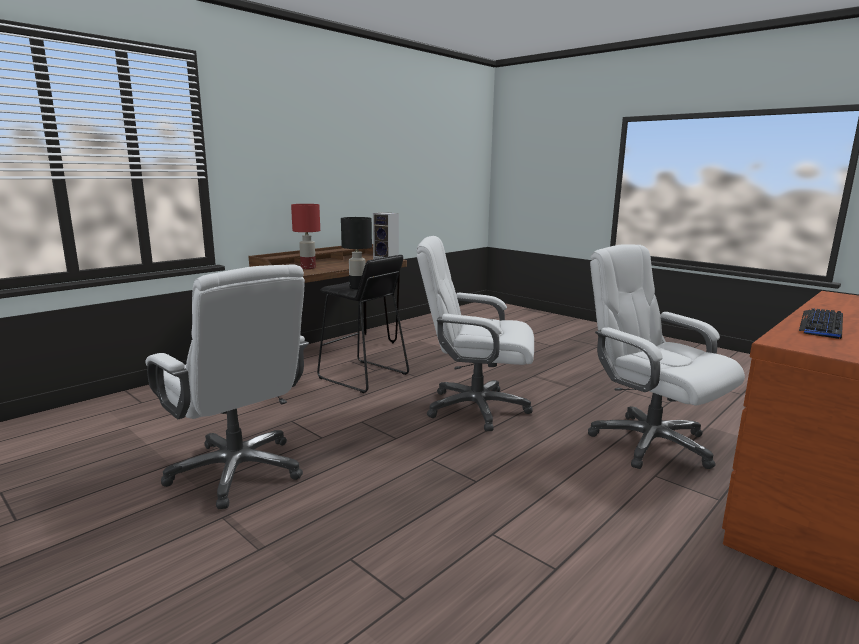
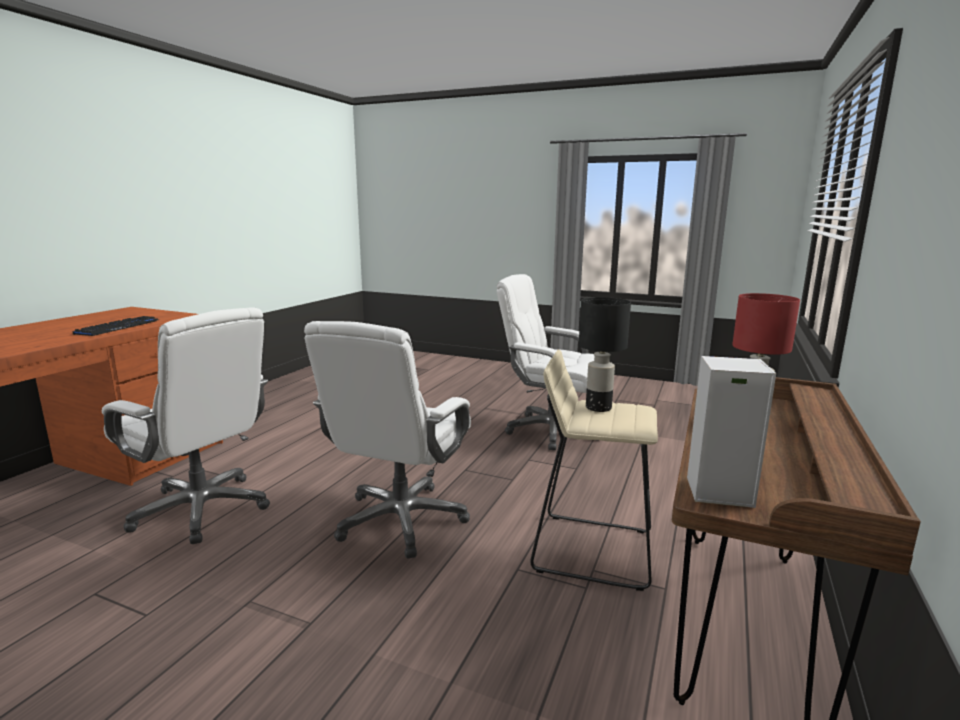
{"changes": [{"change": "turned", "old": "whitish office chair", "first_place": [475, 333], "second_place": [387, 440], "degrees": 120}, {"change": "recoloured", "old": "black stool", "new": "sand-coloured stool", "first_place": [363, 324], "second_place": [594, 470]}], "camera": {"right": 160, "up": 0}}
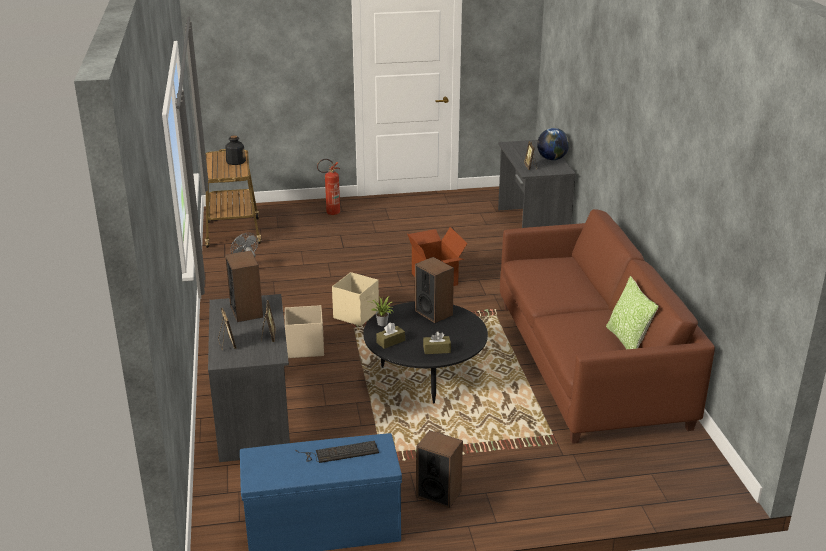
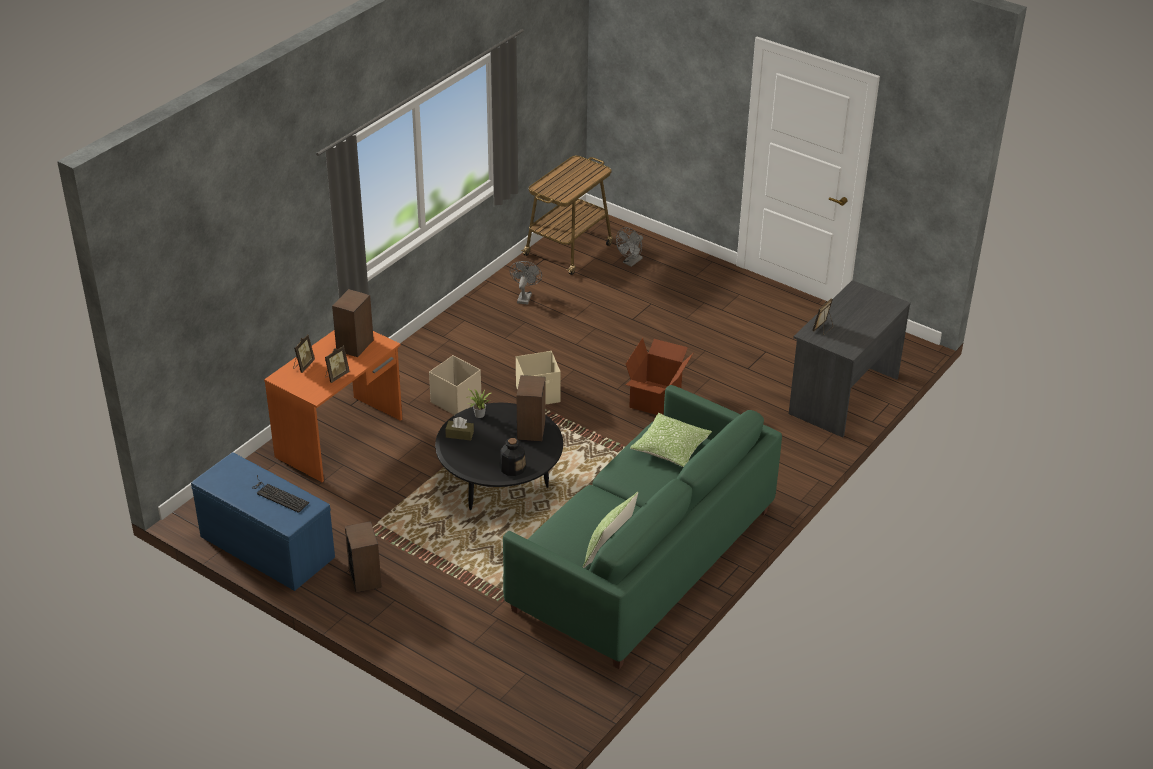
{"changes": [{"change": "removed", "old": "globe", "first_place": [553, 144]}, {"change": "moved", "old": "drink bottle", "first_place": [235, 150], "second_place": [513, 457]}, {"change": "removed", "old": "fire extinguisher", "first_place": [328, 187]}, {"change": "recoloured", "old": "brownish sofa", "new": "greenish sofa", "first_place": [607, 326], "second_place": [642, 527]}, {"change": "recoloured", "old": "grey desk table", "new": "orange-coloured desk table", "first_place": [249, 378], "second_place": [333, 406]}, {"change": "removed", "old": "brownish box of tissues", "first_place": [437, 342]}, {"change": "added", "new": "grey cooling fan", "second_place": [629, 247]}, {"change": "added", "new": "throw pillow", "second_place": [671, 440]}], "camera": {"right": 45, "up": 10}}
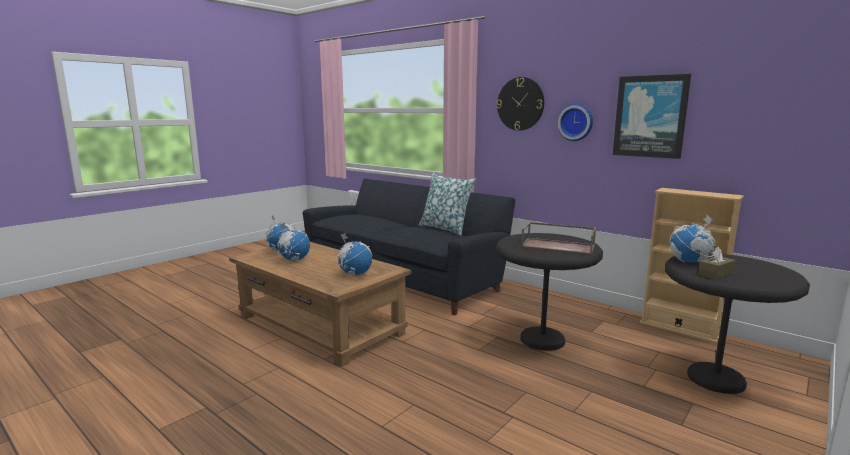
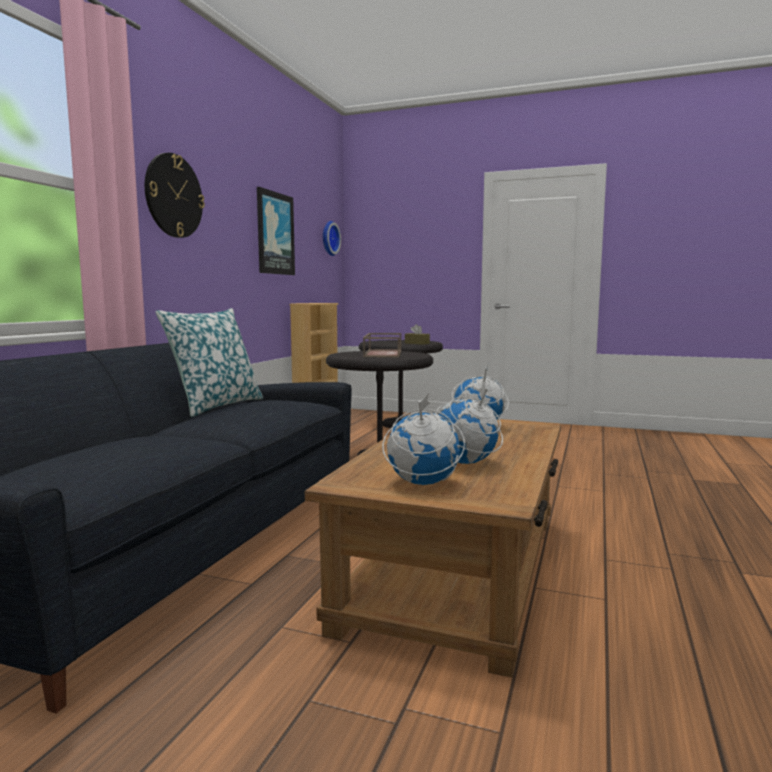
{"changes": [{"change": "moved", "old": "hanging clock", "first_place": [575, 122], "second_place": [332, 238]}, {"change": "removed", "old": "globe", "first_place": [693, 239]}], "camera": {"right": -110, "up": -5}}
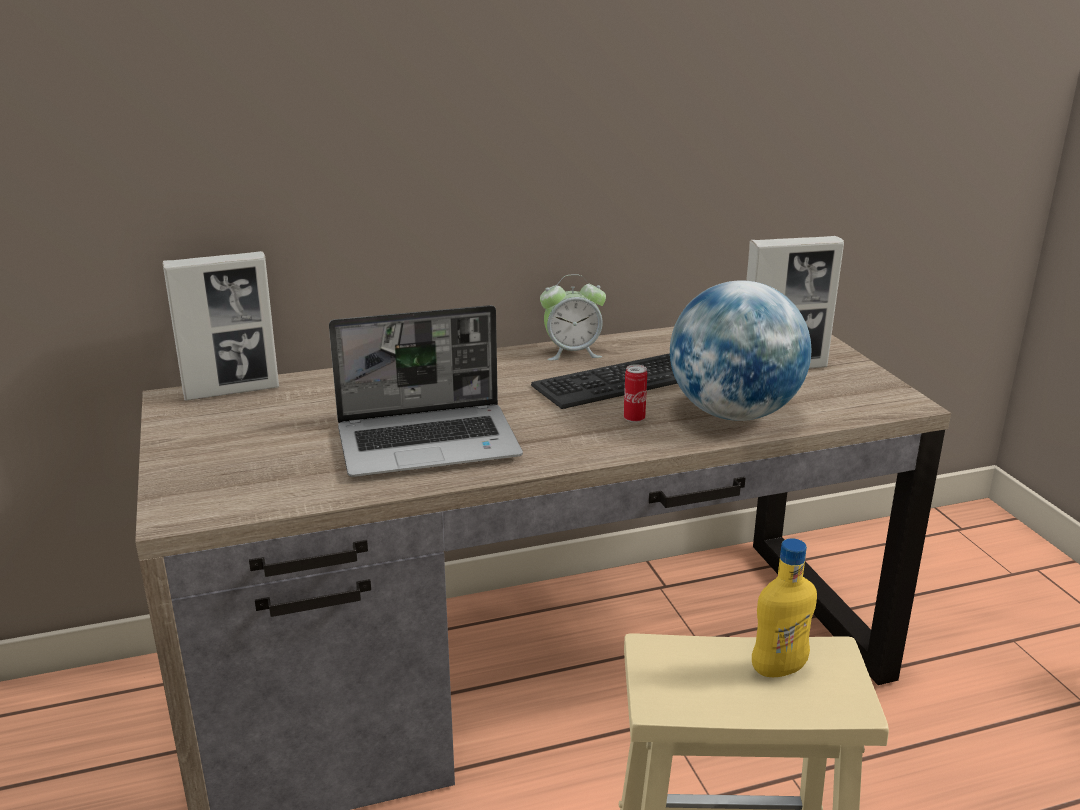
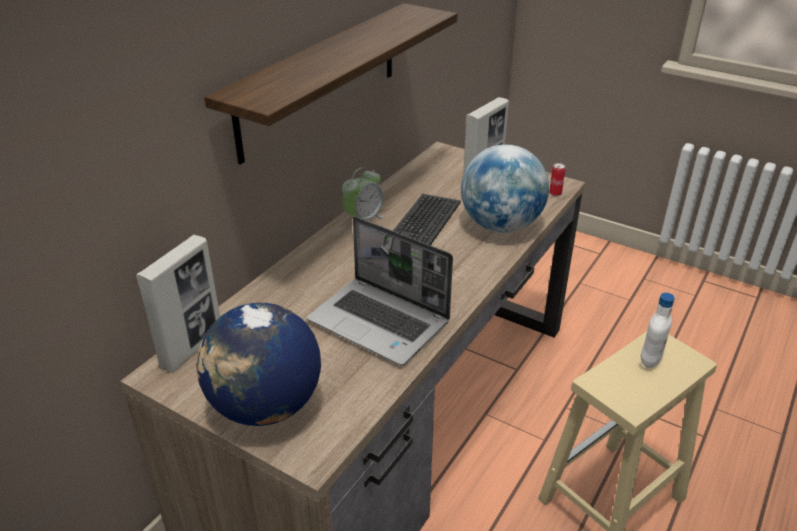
{"changes": [{"change": "turned", "old": "portable computer", "first_place": [426, 391], "second_place": [380, 290], "degrees": 90}, {"change": "moved", "old": "can", "first_place": [635, 393], "second_place": [557, 179]}, {"change": "recoloured", "old": "yellowish drink bottle", "new": "whitish drink bottle", "first_place": [784, 607], "second_place": [658, 330]}, {"change": "added", "new": "wall shelf", "second_place": [331, 84]}, {"change": "added", "new": "globe", "second_place": [259, 364]}], "camera": {"right": -40, "up": 10}}
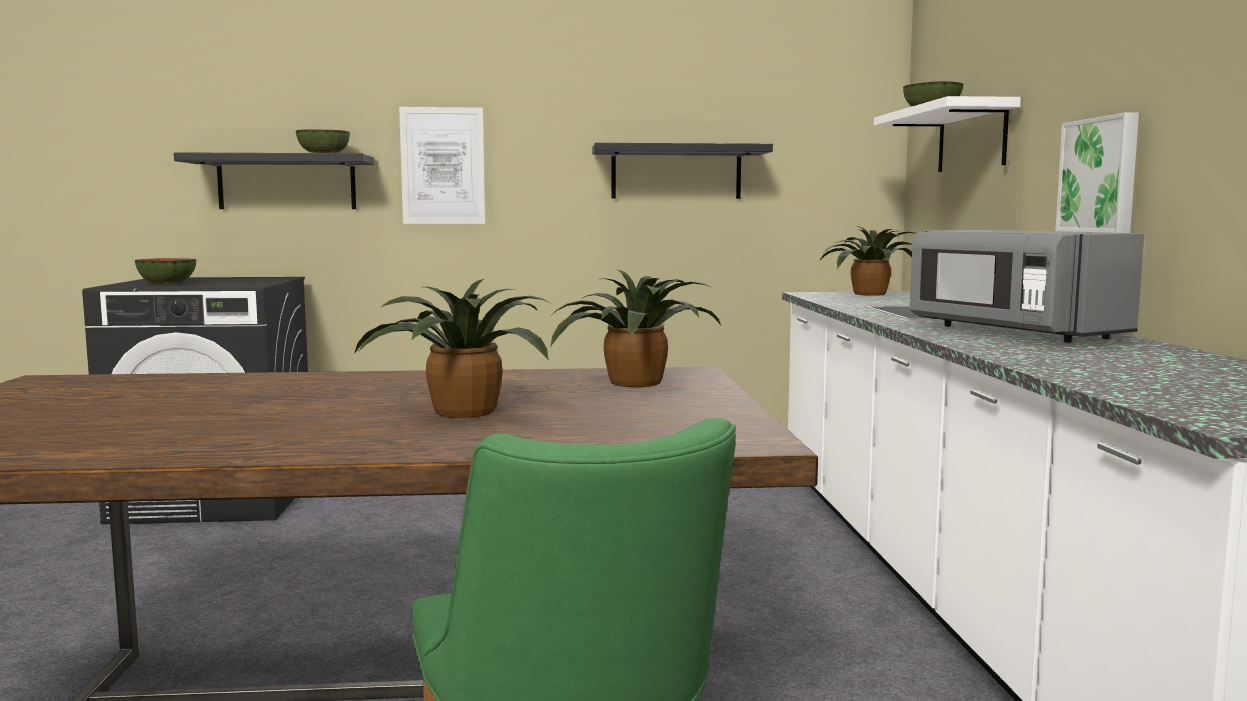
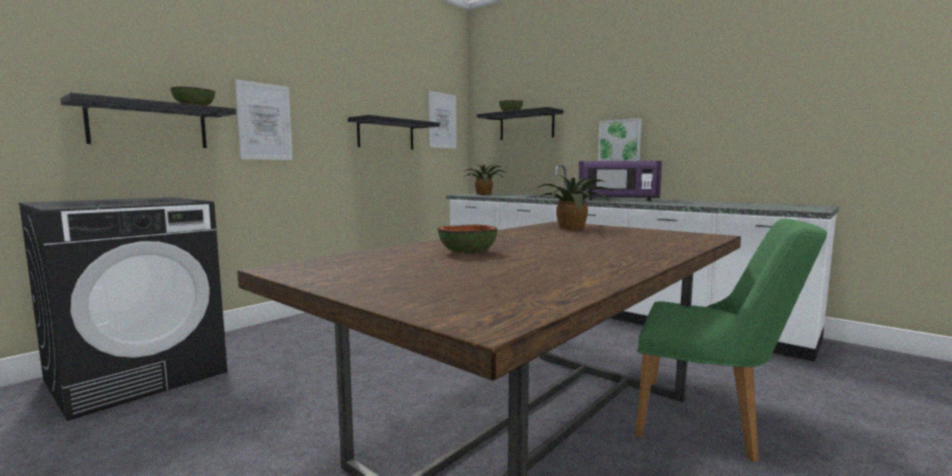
{"changes": [{"change": "recoloured", "old": "whitish wall shelf", "new": "black wall shelf", "first_place": [947, 134], "second_place": [520, 123]}, {"change": "recoloured", "old": "grey microwave oven", "new": "purple microwave oven", "first_place": [1027, 286], "second_place": [620, 181]}, {"change": "moved", "old": "serving bowl", "first_place": [165, 271], "second_place": [468, 239]}, {"change": "removed", "old": "potted plant", "first_place": [453, 348]}, {"change": "added", "new": "wall picture", "second_place": [442, 120]}], "camera": {"right": -45, "up": 0}}
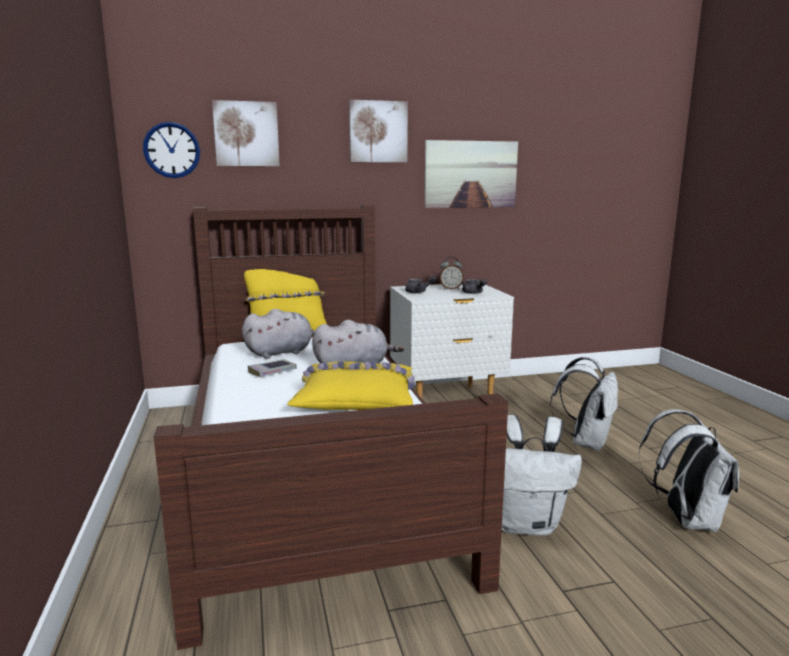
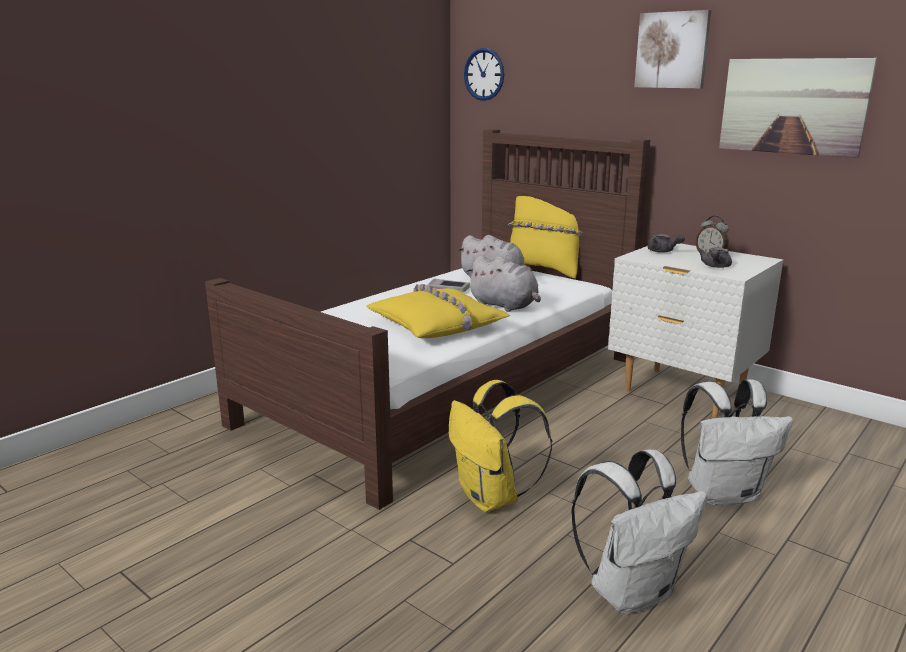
{"changes": [{"change": "removed", "old": "wall picture", "first_place": [246, 133]}, {"change": "recoloured", "old": "whitish backpack", "new": "yellowish backpack", "first_place": [542, 475], "second_place": [500, 446]}], "camera": {"right": 55, "up": 5}}
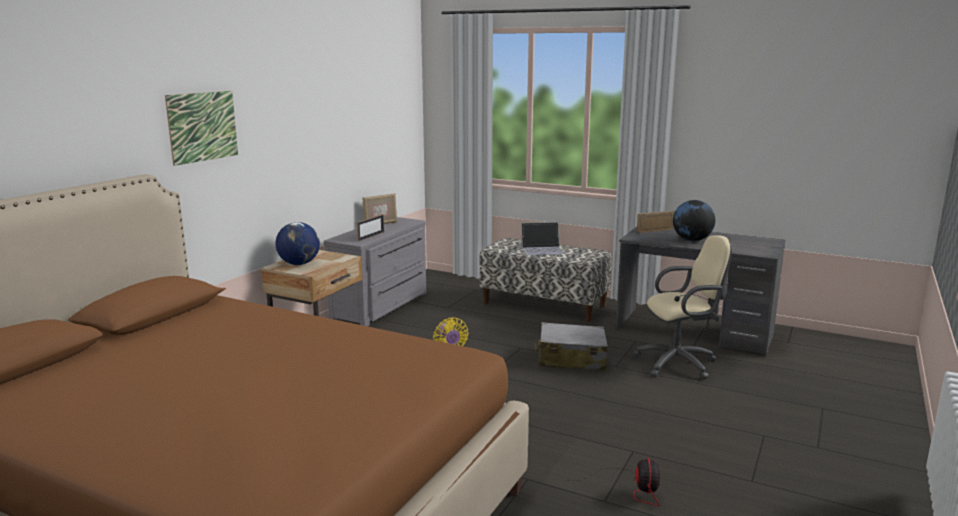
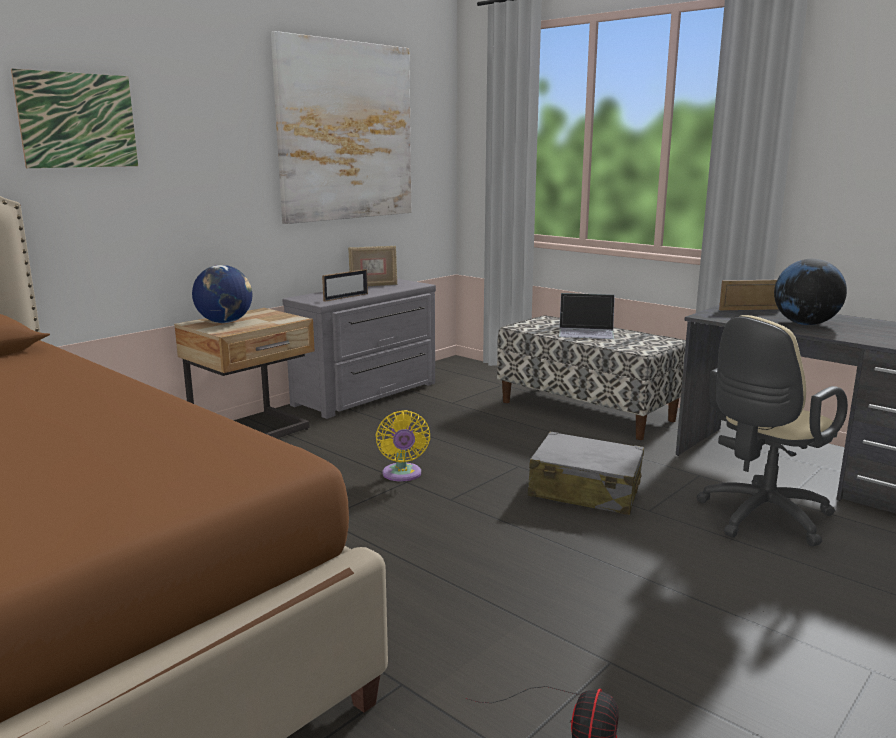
{"changes": [{"change": "turned", "old": "sand-coloured office chair", "first_place": [682, 307], "second_place": [772, 430], "degrees": 135}, {"change": "added", "new": "wall picture", "second_place": [341, 127]}], "camera": {"right": 15, "up": 0}}
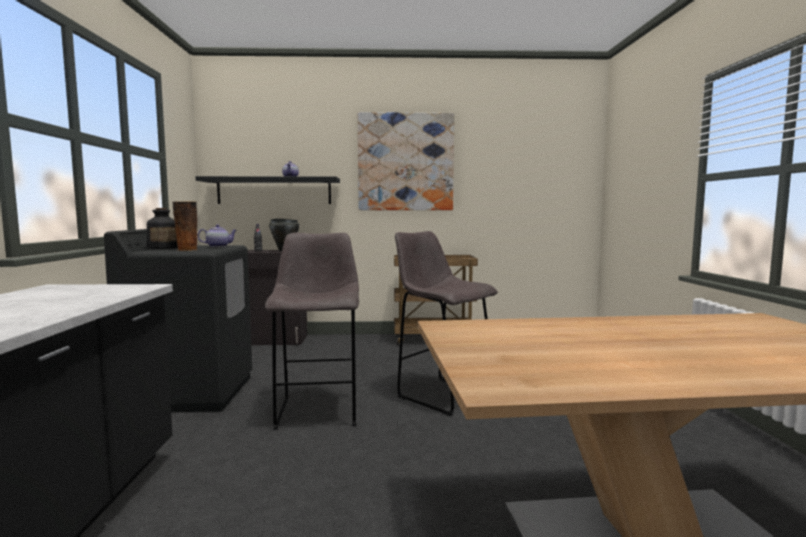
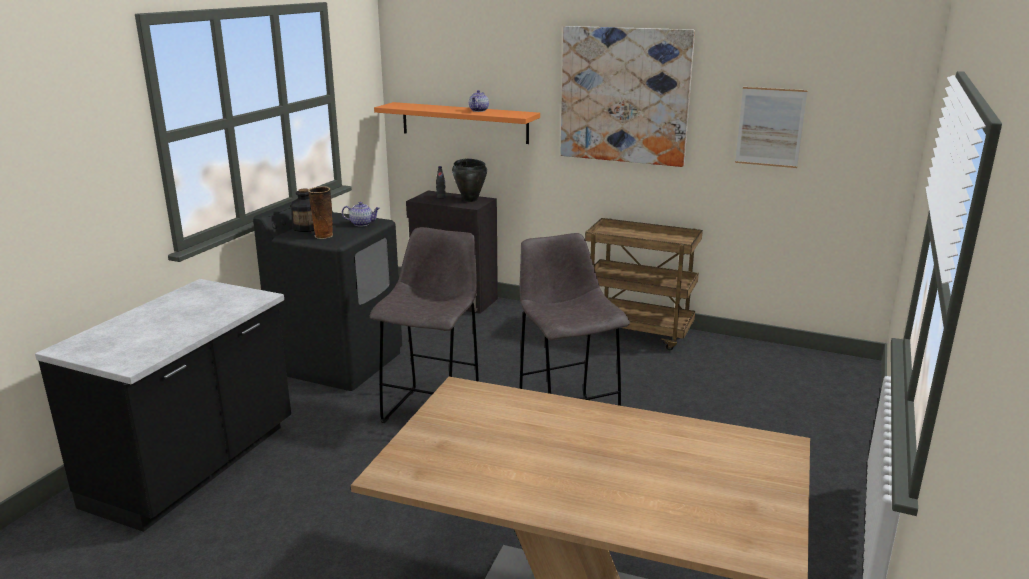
{"changes": [{"change": "recoloured", "old": "black wall shelf", "new": "orange-coloured wall shelf", "first_place": [268, 190], "second_place": [457, 123]}, {"change": "added", "new": "wall picture", "second_place": [771, 127]}], "camera": {"right": 25, "up": 15}}
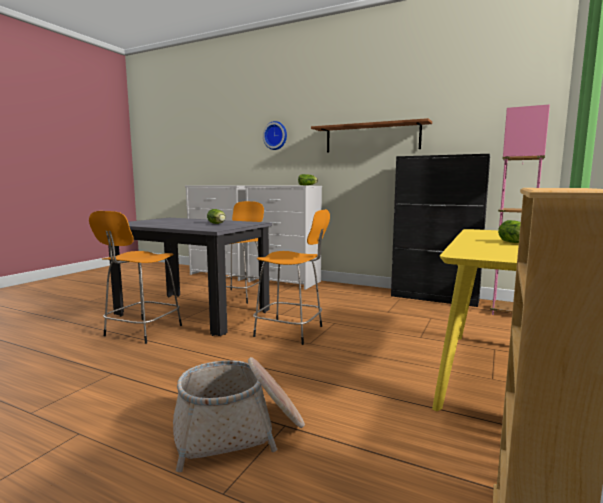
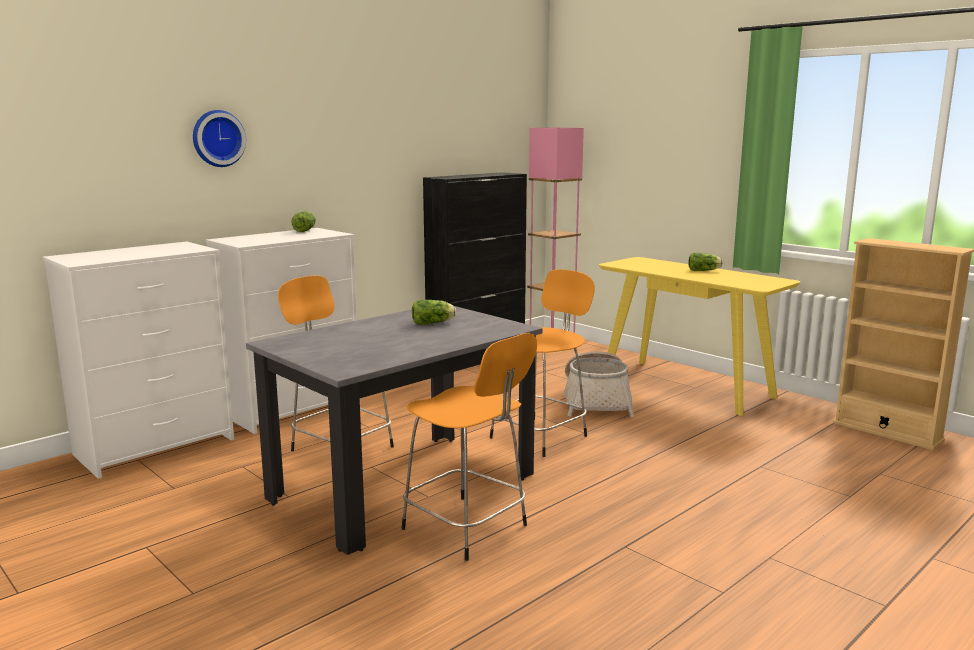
{"changes": [{"change": "removed", "old": "wall shelf", "first_place": [371, 135]}, {"change": "moved", "old": "basket", "first_place": [239, 414], "second_place": [598, 384]}], "camera": {"right": -70, "up": 5}}
